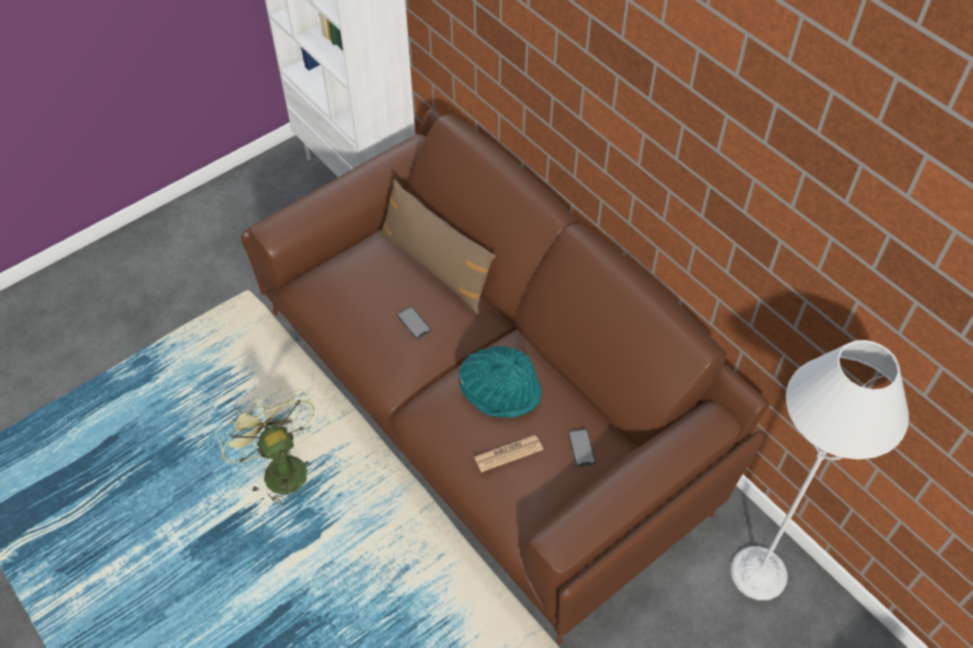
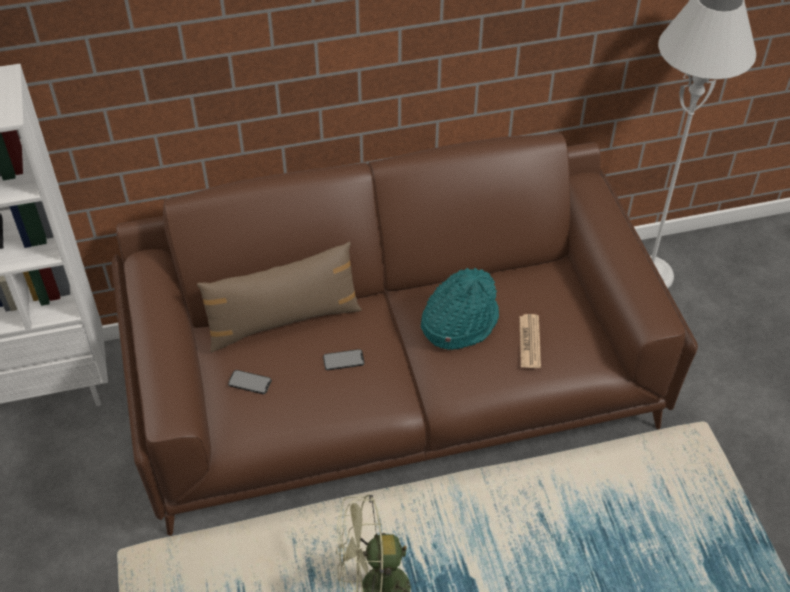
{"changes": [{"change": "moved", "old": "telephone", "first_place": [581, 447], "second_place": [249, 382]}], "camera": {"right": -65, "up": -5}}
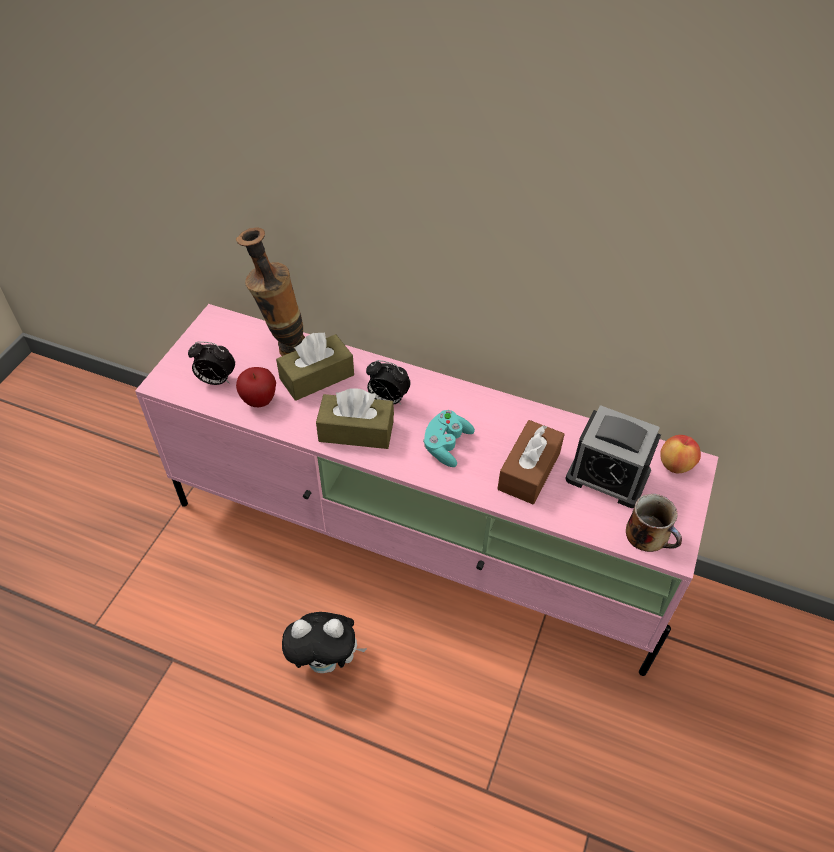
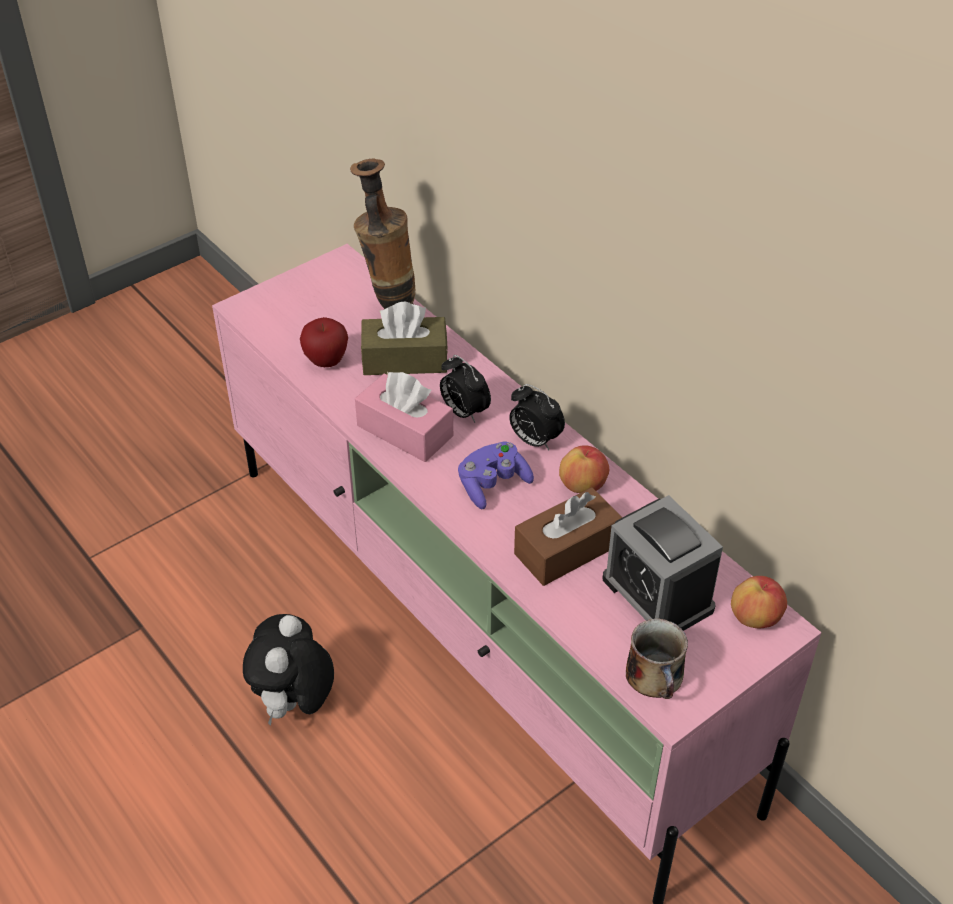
{"changes": [{"change": "moved", "old": "bedside clock", "first_place": [211, 363], "second_place": [537, 417]}, {"change": "recoloured", "old": "brownish box of tissues", "new": "pink-coloured box of tissues", "first_place": [355, 419], "second_place": [404, 417]}, {"change": "recoloured", "old": "turquoise-coloured game controller", "new": "purple game controller", "first_place": [449, 438], "second_place": [496, 475]}, {"change": "turned", "old": "soft toy", "first_place": [324, 642], "second_place": [288, 670], "degrees": 75}, {"change": "added", "new": "apple", "second_place": [584, 469]}], "camera": {"right": 30, "up": -5}}
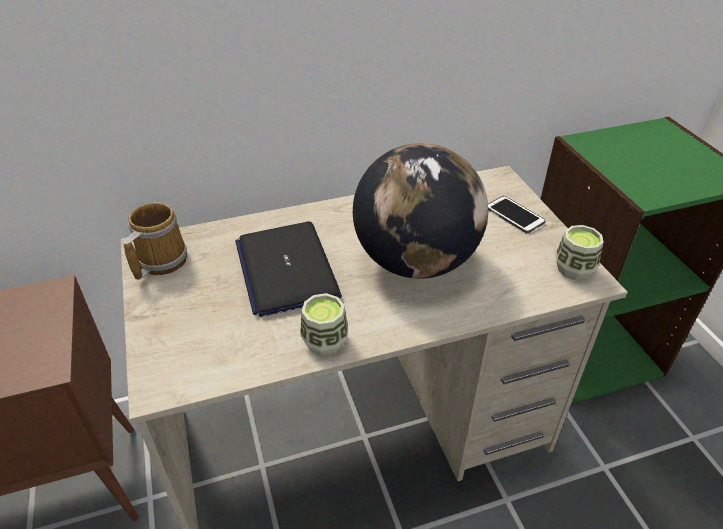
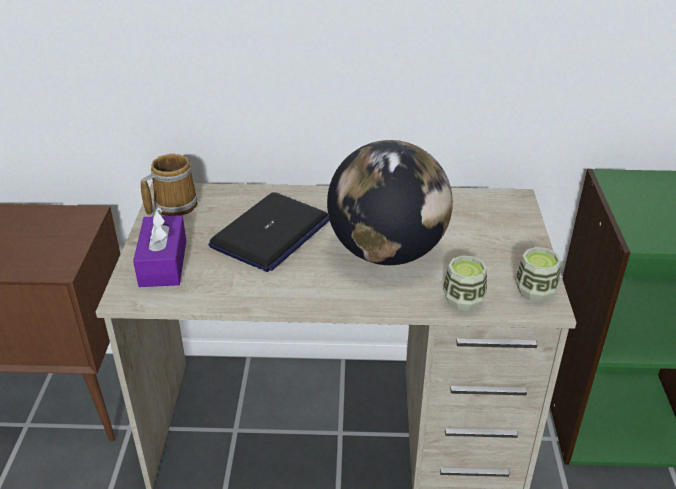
{"changes": [{"change": "removed", "old": "telephone", "first_place": [517, 214]}, {"change": "turned", "old": "portable computer", "first_place": [288, 269], "second_place": [269, 232], "degrees": -150}, {"change": "moved", "old": "small cup", "first_place": [324, 324], "second_place": [465, 283]}, {"change": "added", "new": "purple box of tissues", "second_place": [159, 247]}], "camera": {"right": 20, "up": -5}}
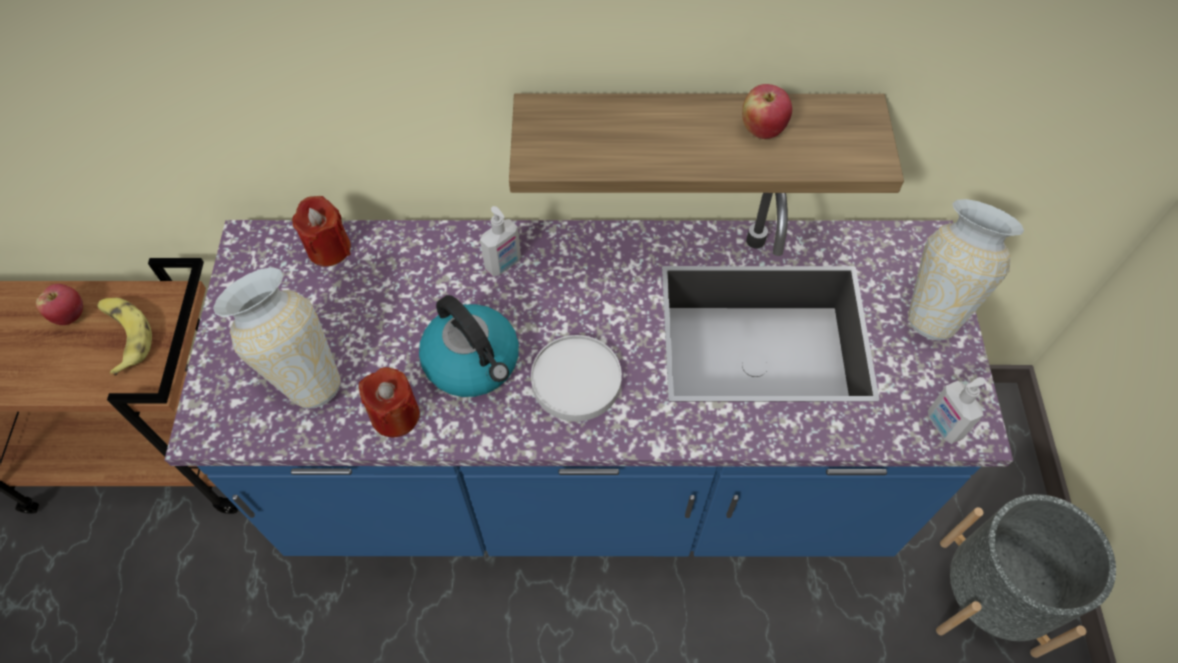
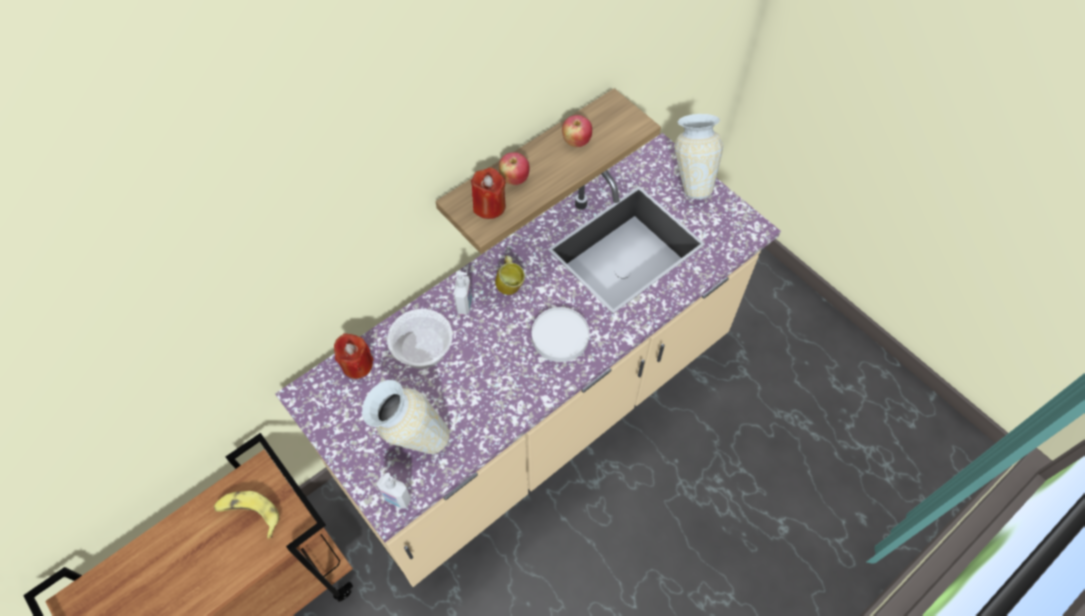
{"changes": [{"change": "recoloured", "old": "bluish counter", "new": "sand-coloured counter", "first_place": [589, 375], "second_place": [528, 360]}, {"change": "moved", "old": "apple", "first_place": [59, 304], "second_place": [514, 168]}, {"change": "removed", "old": "water kettle", "first_place": [469, 346]}, {"change": "moved", "old": "reddish candle", "first_place": [389, 402], "second_place": [488, 193]}, {"change": "moved", "old": "soap bottle", "first_place": [956, 410], "second_place": [394, 491]}, {"change": "removed", "old": "grey flower pot", "first_place": [1026, 576]}, {"change": "added", "new": "tea mug", "second_place": [510, 275]}, {"change": "added", "new": "serving bowl", "second_place": [420, 339]}], "camera": {"right": -40, "up": 0}}
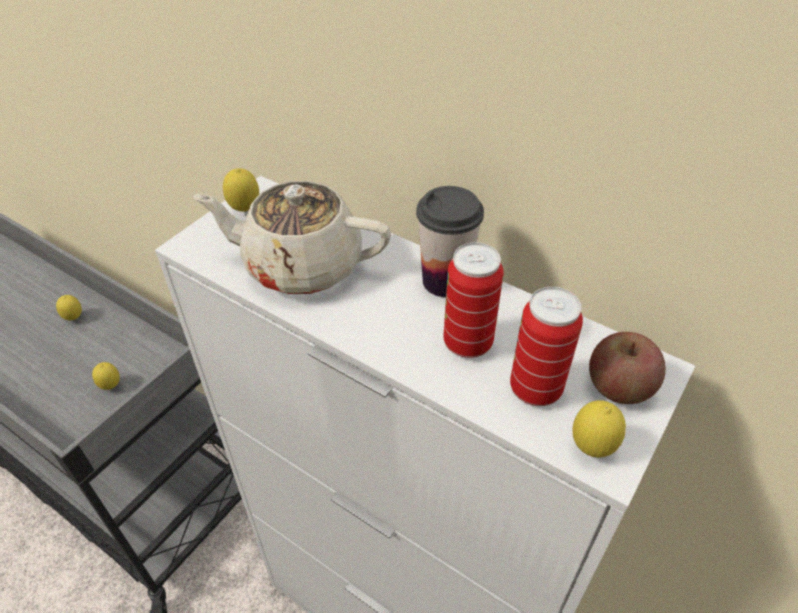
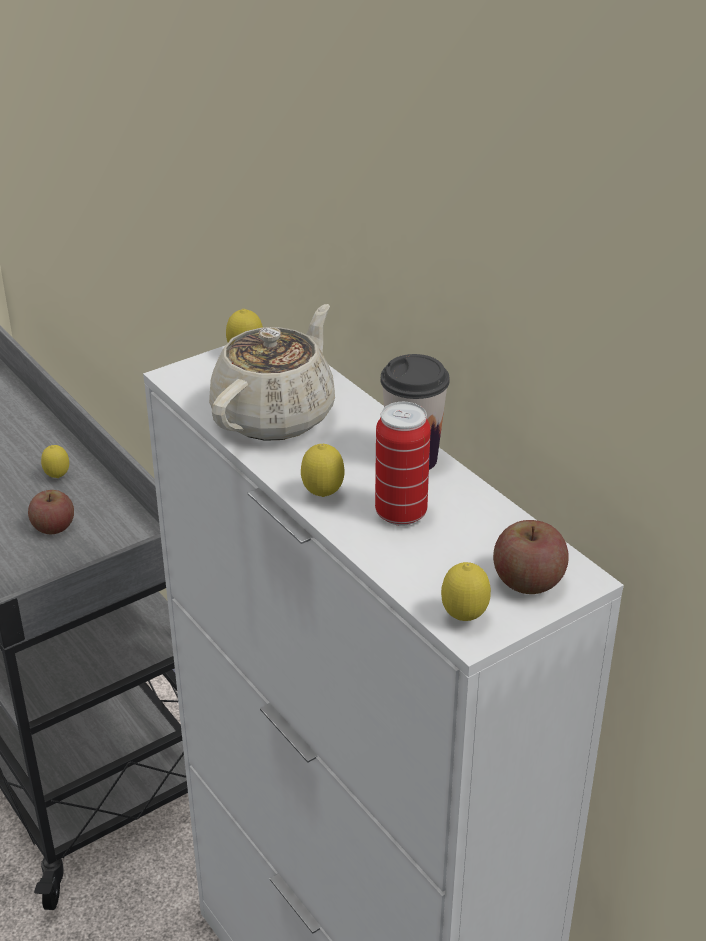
{"changes": [{"change": "turned", "old": "sand-coloured pot for tea", "first_place": [292, 237], "second_place": [272, 372], "degrees": 90}, {"change": "removed", "old": "can", "first_place": [546, 346]}, {"change": "moved", "old": "lemon", "first_place": [106, 376], "second_place": [323, 470]}, {"change": "added", "new": "apple", "second_place": [51, 512]}], "camera": {"right": 20, "up": -10}}
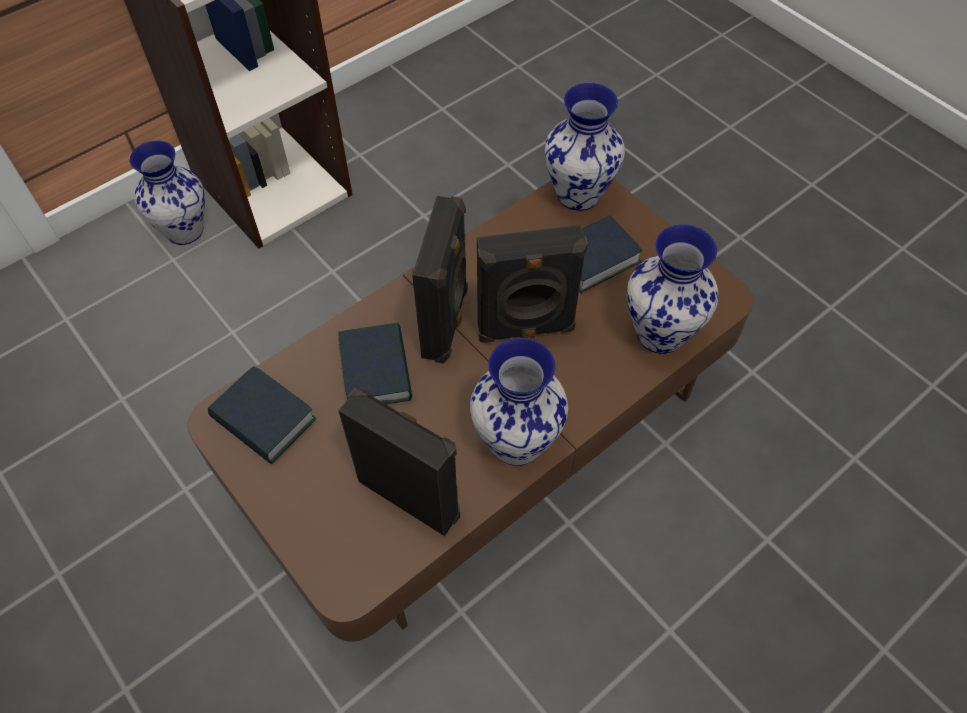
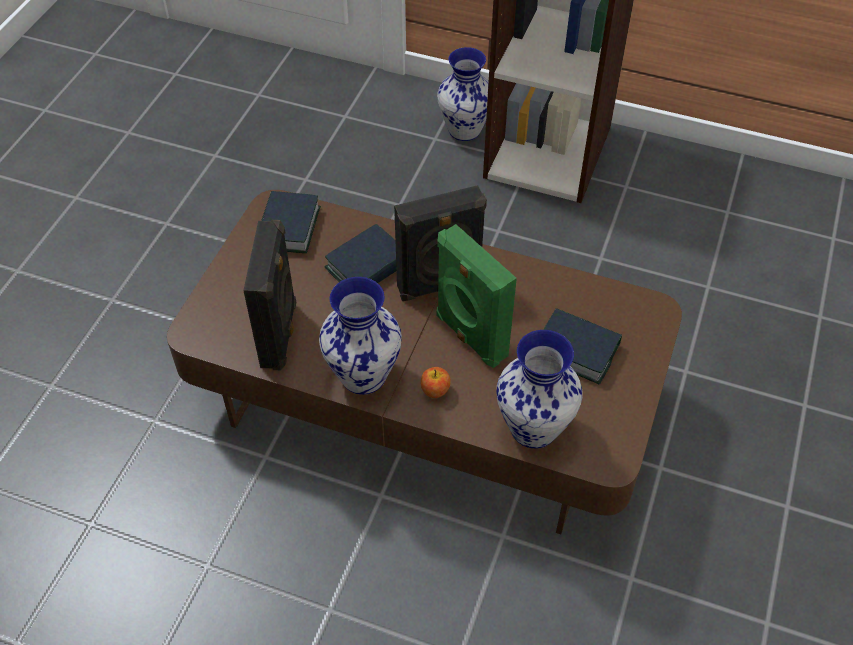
{"changes": [{"change": "removed", "old": "vase", "first_place": [585, 147]}, {"change": "recoloured", "old": "black speaker", "new": "greenish speaker", "first_place": [532, 284], "second_place": [477, 296]}, {"change": "added", "new": "apple", "second_place": [436, 382]}], "camera": {"right": 60, "up": -5}}
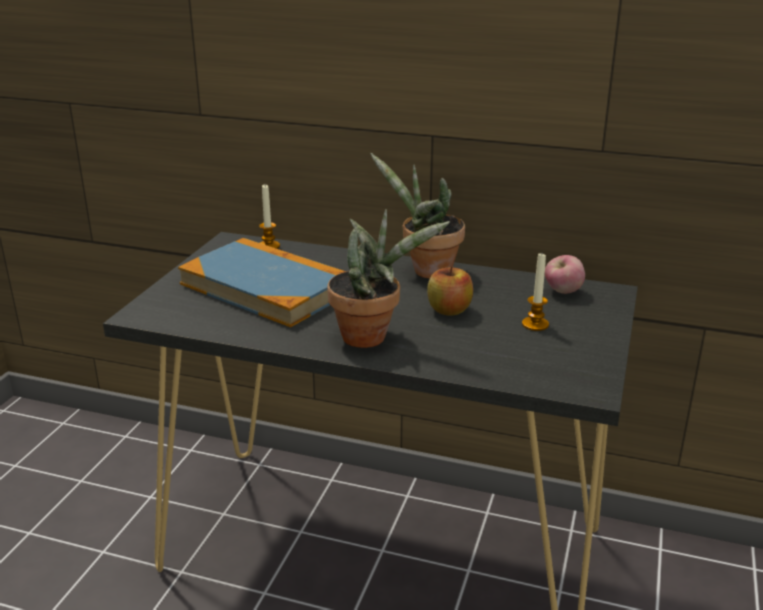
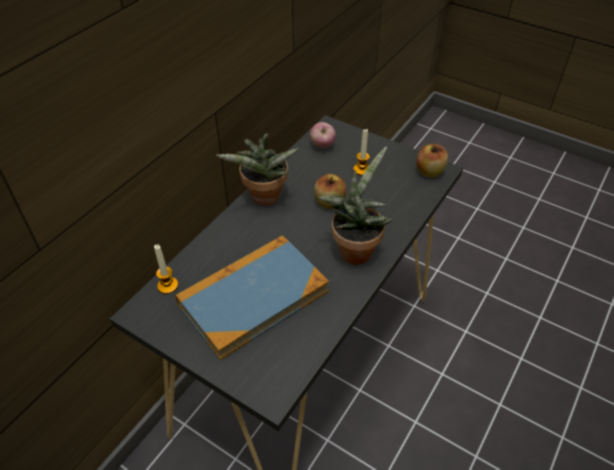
{"changes": [{"change": "added", "new": "apple", "second_place": [432, 160]}], "camera": {"right": -75, "up": 20}}
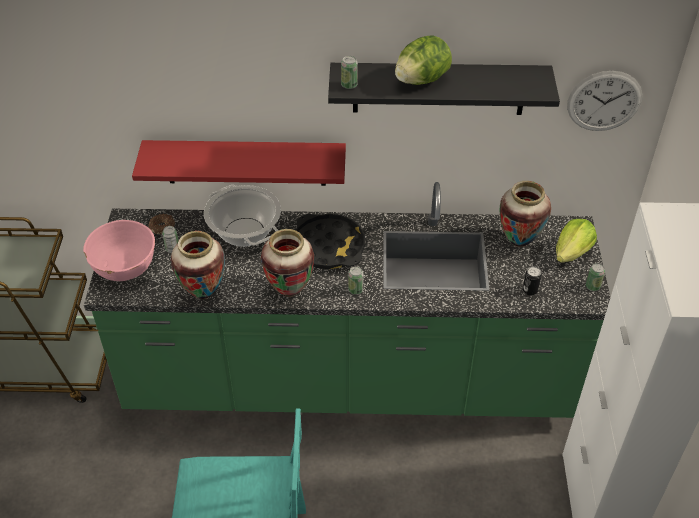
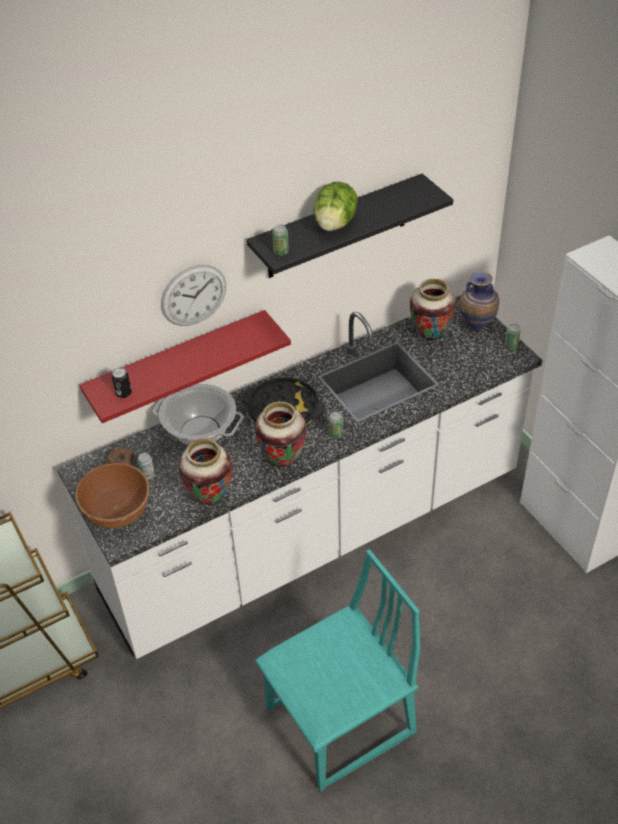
{"changes": [{"change": "moved", "old": "hanging clock", "first_place": [605, 101], "second_place": [193, 295]}, {"change": "recoloured", "old": "greenish counter", "new": "whitish counter", "first_place": [347, 300], "second_place": [300, 477]}, {"change": "replaced", "old": "lettuce", "new": "vase", "first_place": [576, 240], "second_place": [479, 301]}, {"change": "recoloured", "old": "pink-coloured serving bowl", "new": "brownish serving bowl", "first_place": [119, 250], "second_place": [112, 496]}, {"change": "moved", "old": "can", "first_place": [532, 281], "second_place": [122, 382]}], "camera": {"right": -30, "up": 0}}
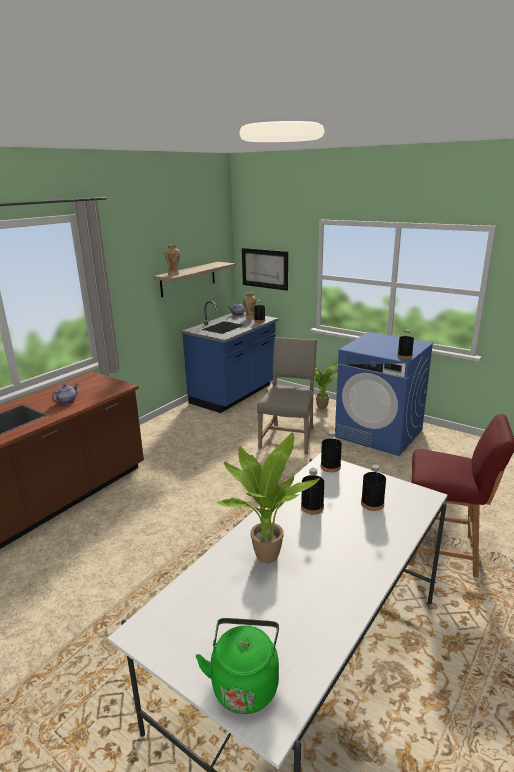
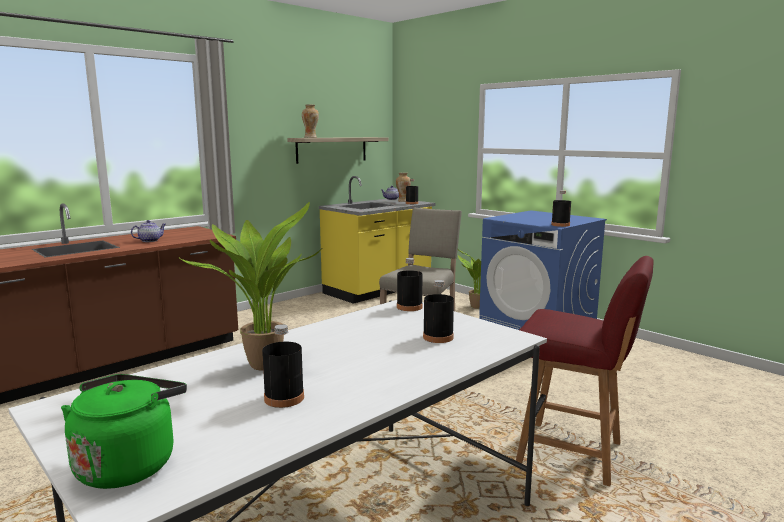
{"changes": [{"change": "removed", "old": "wall picture", "first_place": [265, 269]}, {"change": "recoloured", "old": "bluish counter", "new": "yellowish counter", "first_place": [230, 357], "second_place": [377, 240]}, {"change": "moved", "old": "black drink bottle", "first_place": [312, 491], "second_place": [283, 366]}], "camera": {"right": 10, "up": -10}}
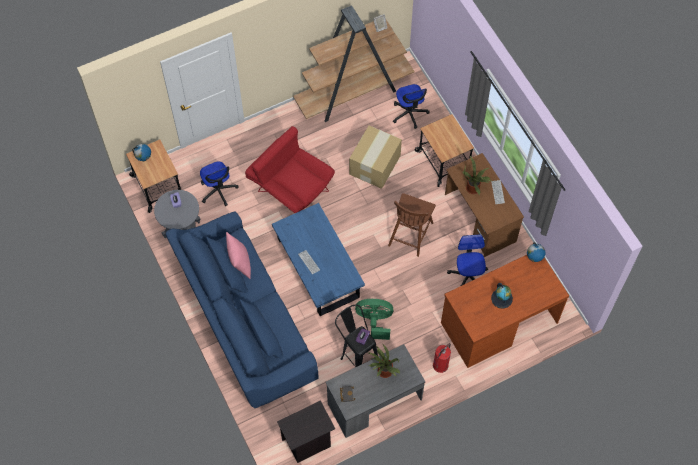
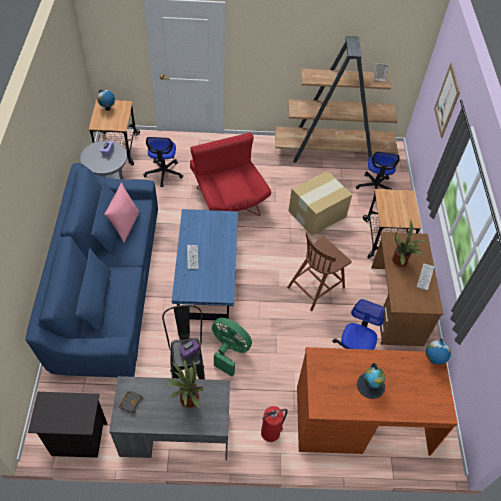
{"changes": [{"change": "added", "new": "wall picture", "second_place": [447, 100]}], "camera": {"right": 25, "up": -10}}
